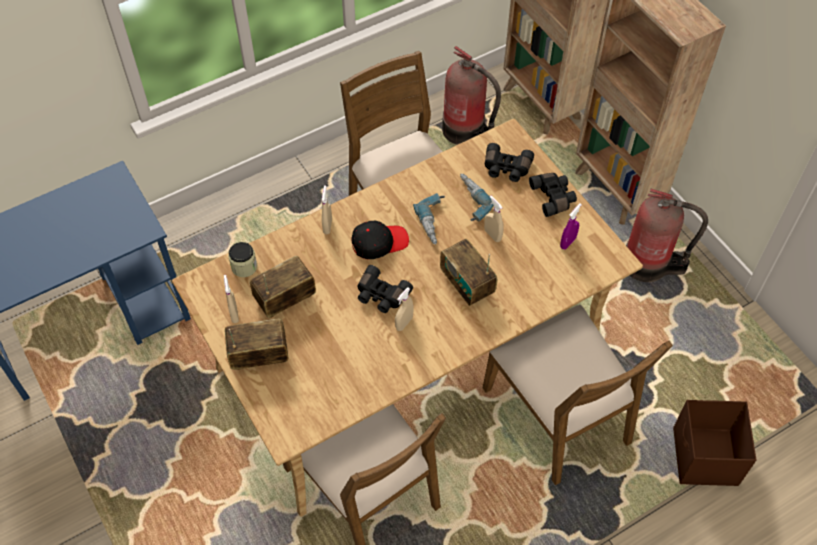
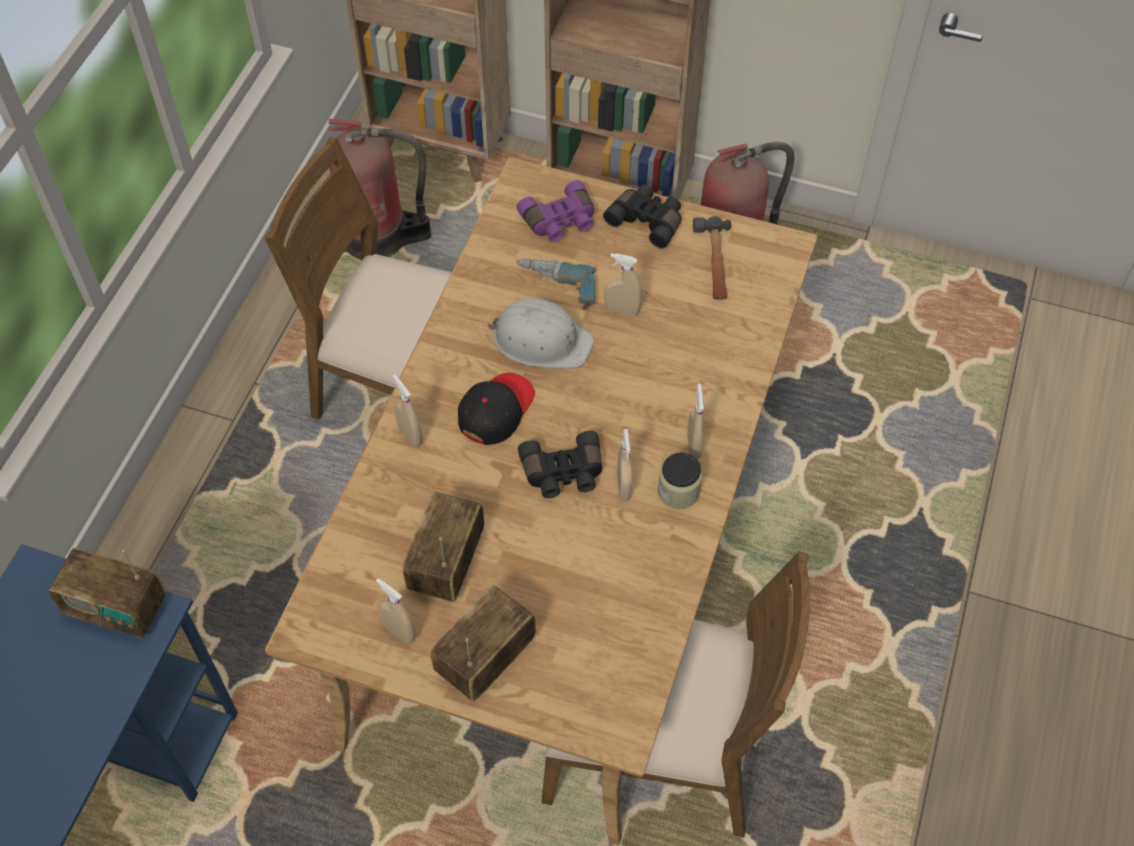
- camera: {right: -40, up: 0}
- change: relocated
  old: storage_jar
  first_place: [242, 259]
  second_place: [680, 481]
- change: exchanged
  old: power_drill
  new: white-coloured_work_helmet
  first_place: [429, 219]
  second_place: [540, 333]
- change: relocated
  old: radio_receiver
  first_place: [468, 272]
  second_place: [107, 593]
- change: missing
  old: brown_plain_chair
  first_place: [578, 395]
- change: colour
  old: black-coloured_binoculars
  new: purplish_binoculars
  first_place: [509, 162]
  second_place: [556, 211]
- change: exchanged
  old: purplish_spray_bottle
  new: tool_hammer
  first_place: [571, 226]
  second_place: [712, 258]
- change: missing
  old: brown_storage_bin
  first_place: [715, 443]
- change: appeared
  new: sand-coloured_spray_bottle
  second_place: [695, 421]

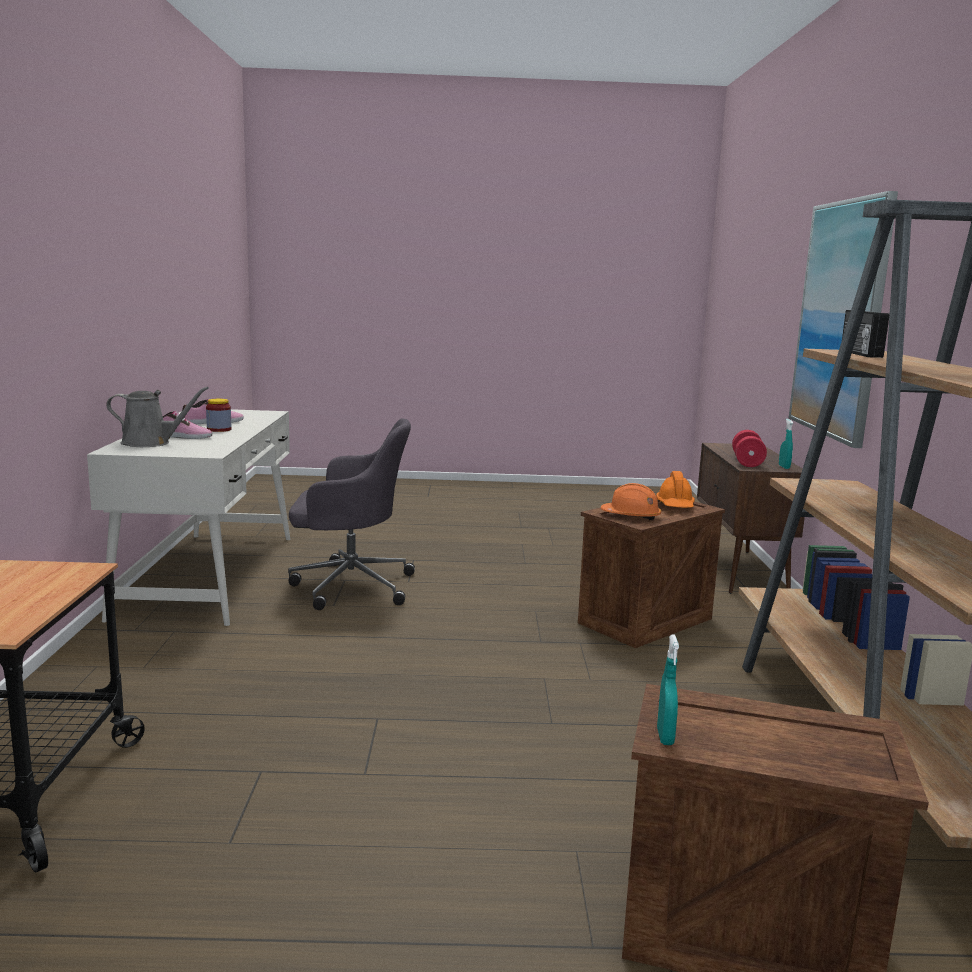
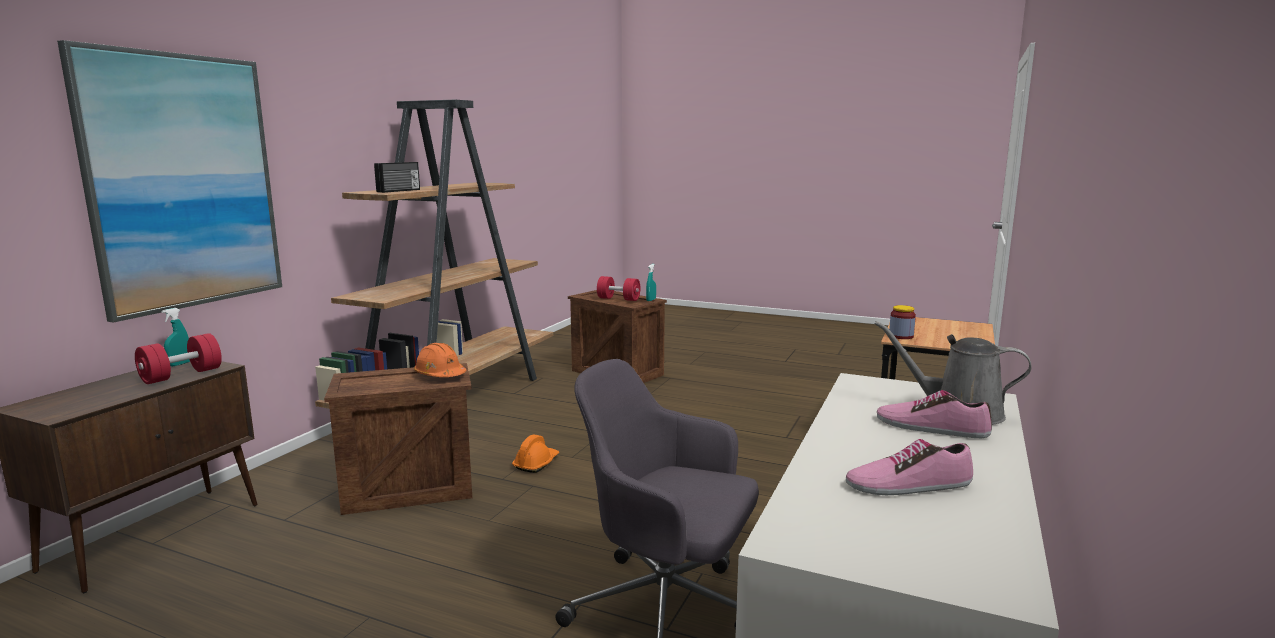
- camera: {right: -155, up: 0}
- change: relocated
  old: storage_jar
  first_place: [218, 415]
  second_place: [902, 322]
- change: relocated
  old: orange-coloured_work_helmet
  first_place: [675, 489]
  second_place: [535, 454]
- change: appeared
  new: reddish_hand_weight
  second_place: [618, 288]

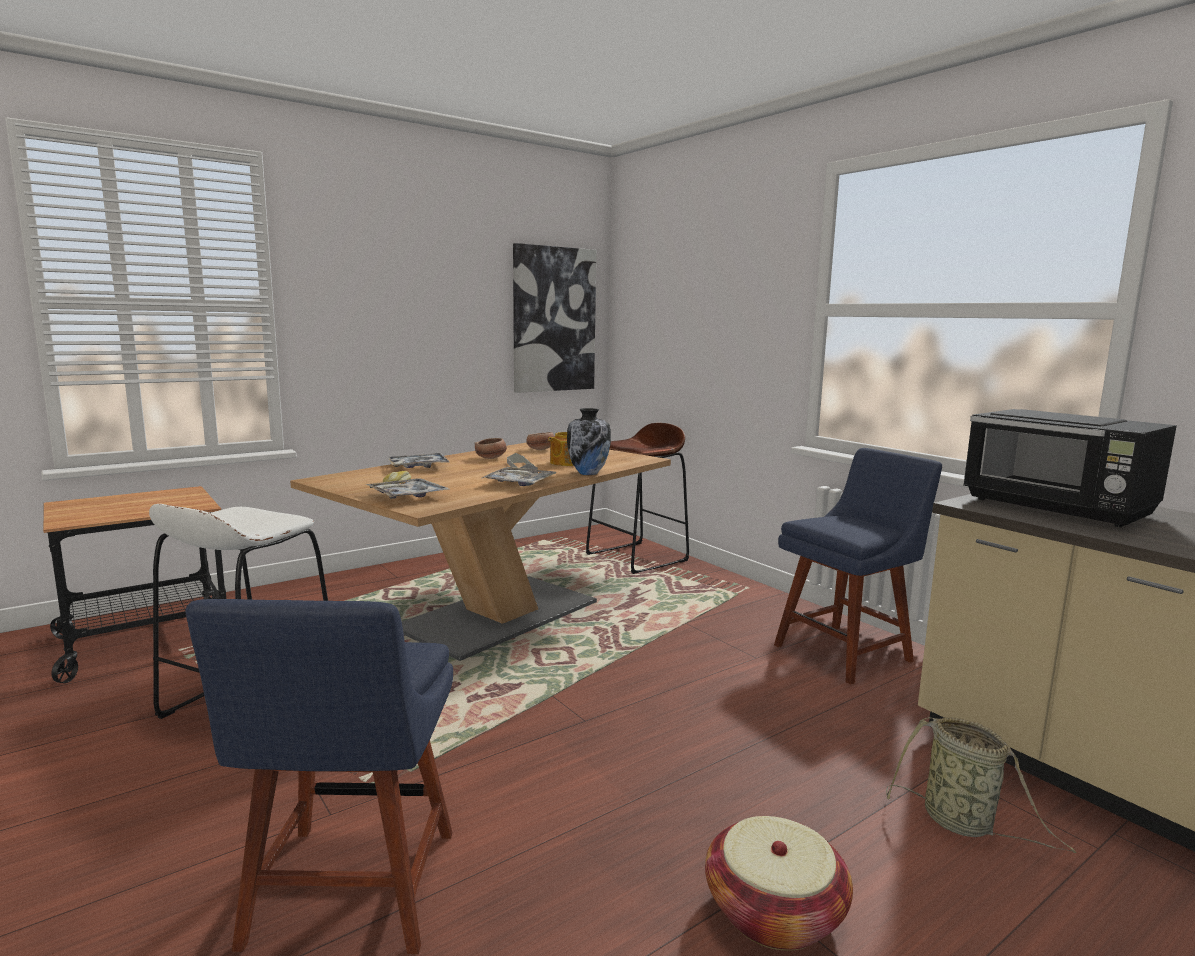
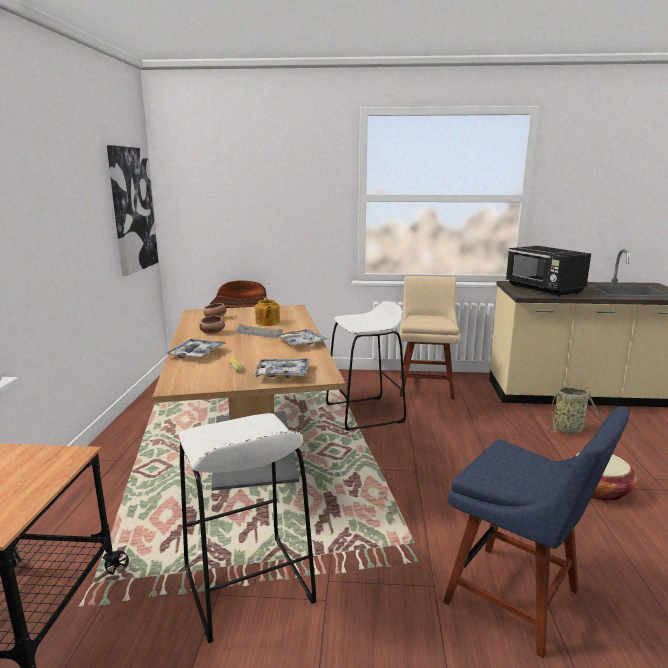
- camera: {right: -50, up: 5}
- change: missing
  old: decorative_vase
  first_place: [589, 441]
- change: colour
  old: blue_plain_chair
  new: sand-coloured_plain_chair
  first_place: [858, 566]
  second_place: [429, 338]
- change: spun
  old: black-coloured_microwave_oven
  first_place: [1070, 468]
  second_place: [548, 271]
  degrees: 60
- change: appeared
  new: white-coloured_stool_seat
  second_place: [366, 365]

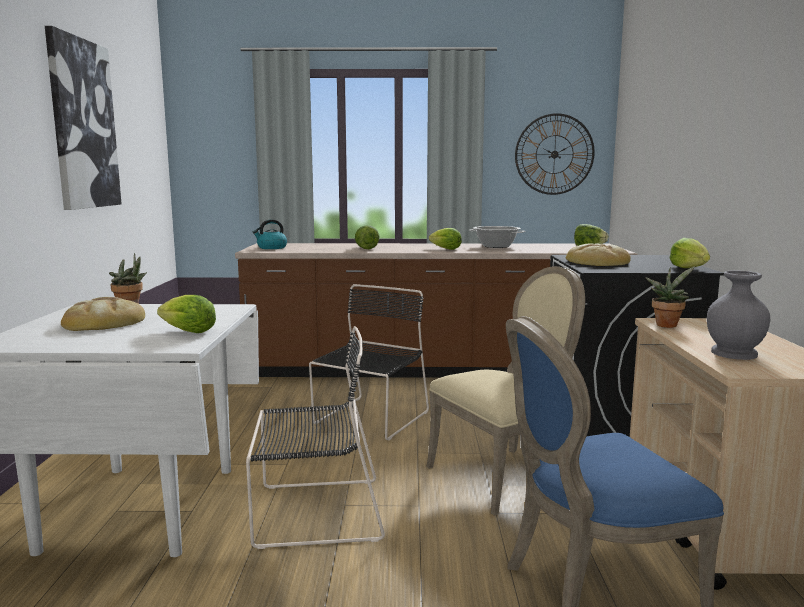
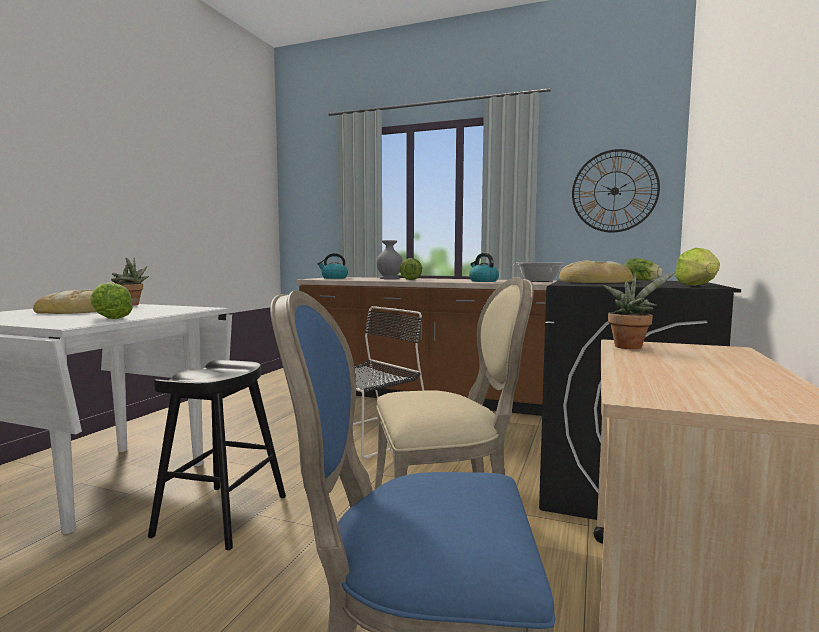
- camera: {right: 20, up: -5}
- change: missing
  old: picture
  first_place: [83, 118]
- change: exchanged
  old: black-coloured_plain_chair
  new: black-coloured_stool_seat
  first_place: [315, 437]
  second_place: [217, 455]
- change: exchanged
  old: lettuce_head
  new: water_kettle
  first_place: [445, 239]
  second_place: [484, 267]
- change: relocated
  old: gray_decorative_vase
  first_place: [738, 315]
  second_place: [389, 259]

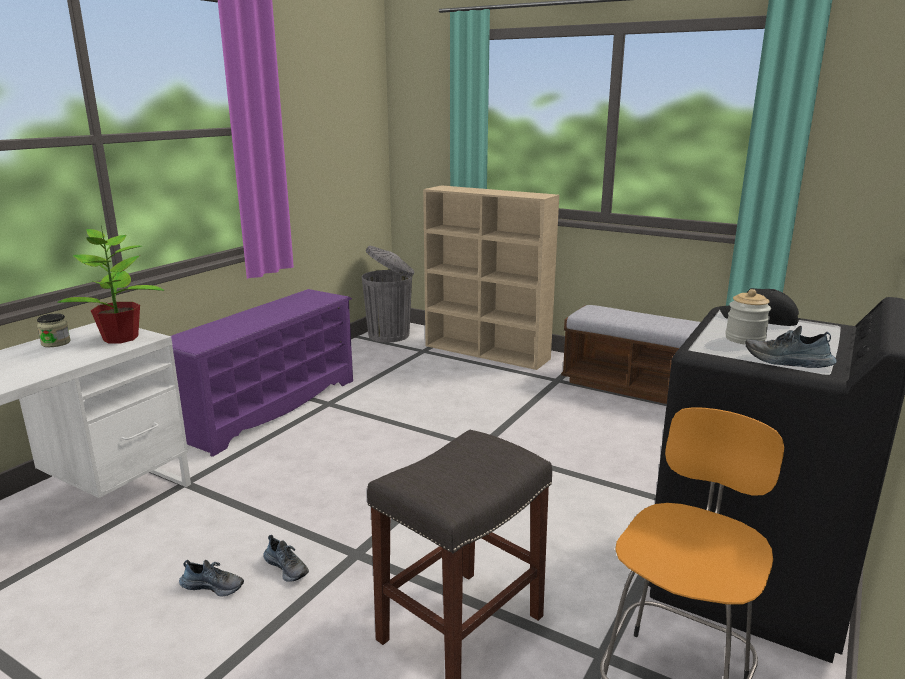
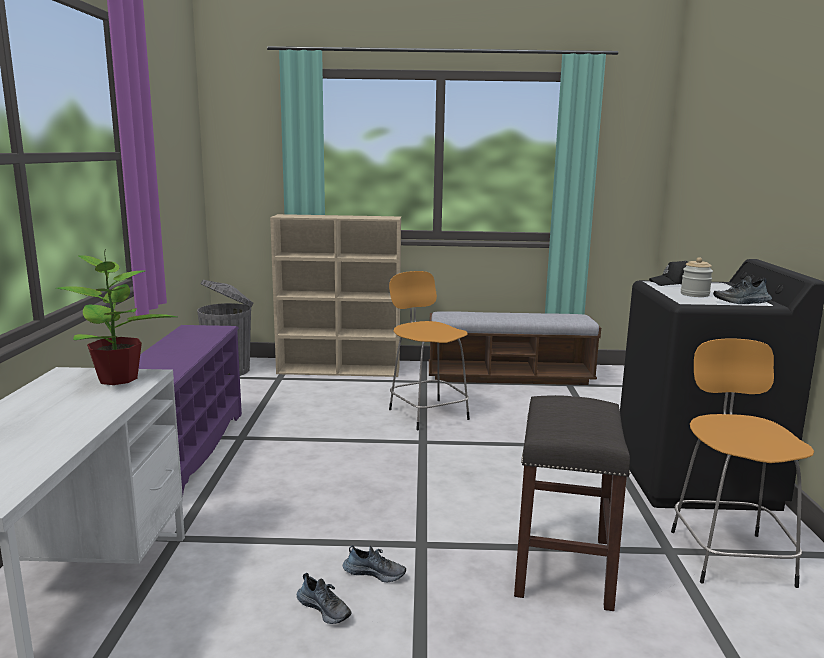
- camera: {right: -30, up: -5}
- change: missing
  old: storage_jar
  first_place: [54, 330]
- change: spun
  old: shoe
  first_place: [211, 578]
  second_place: [324, 598]
  degrees: 60
- change: appeared
  new: orange-coloured_stool_seat
  second_place: [429, 350]

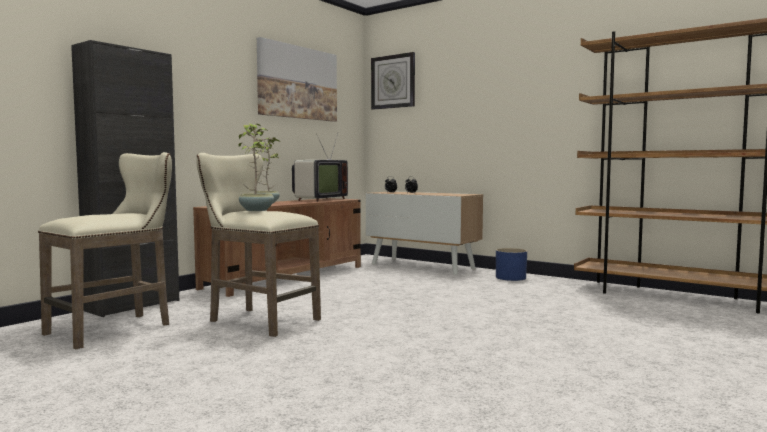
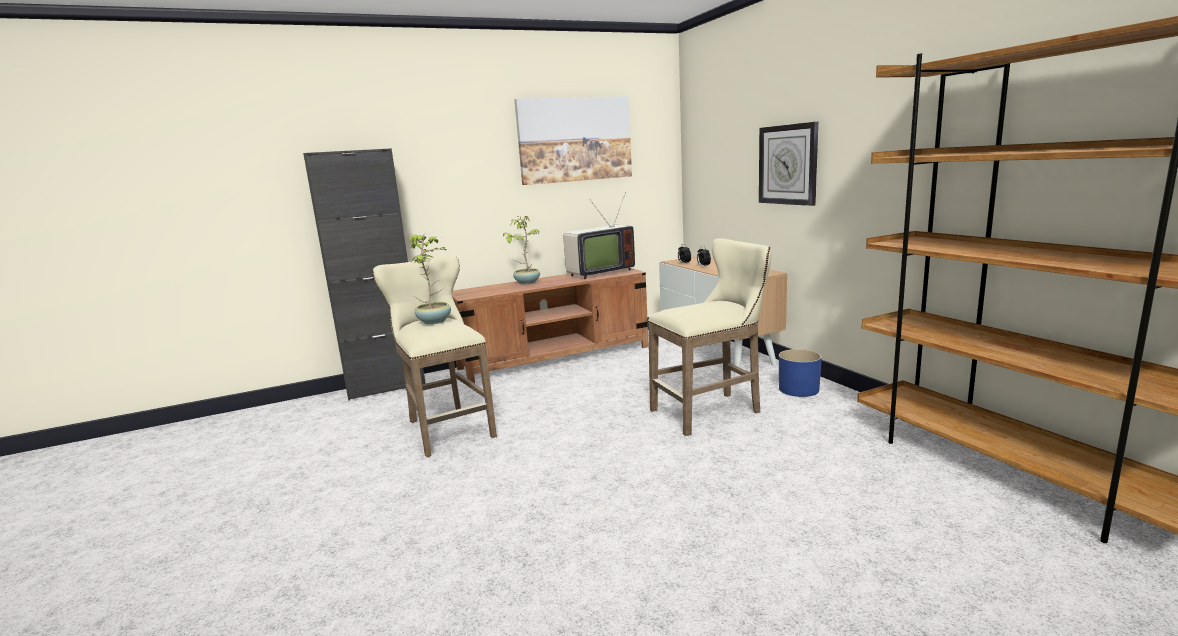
- camera: {right: 30, up: 10}
- change: relocated
  old: sand-coloured_stool_seat
  first_place: [105, 250]
  second_place: [709, 337]
- change: relocated
  old: wall_clock
  first_place: [393, 81]
  second_place: [788, 164]

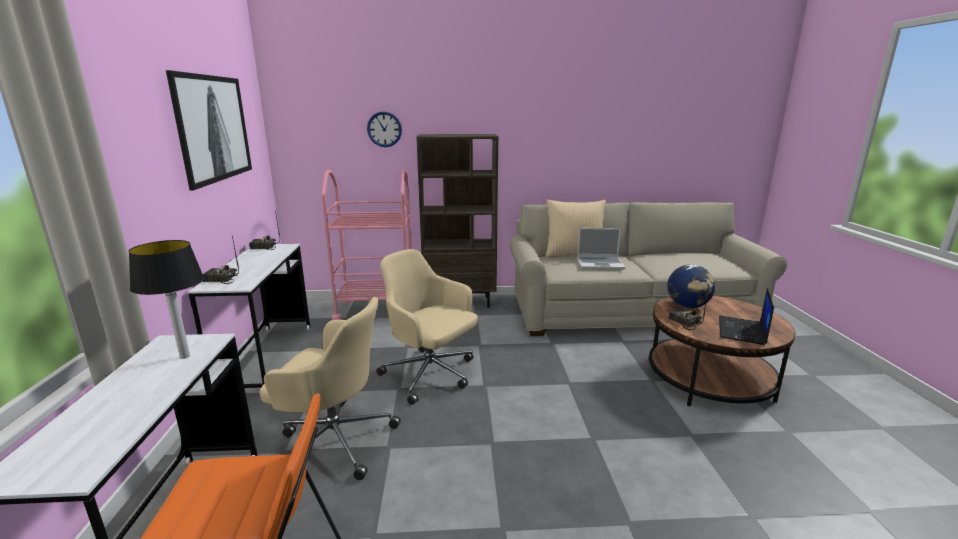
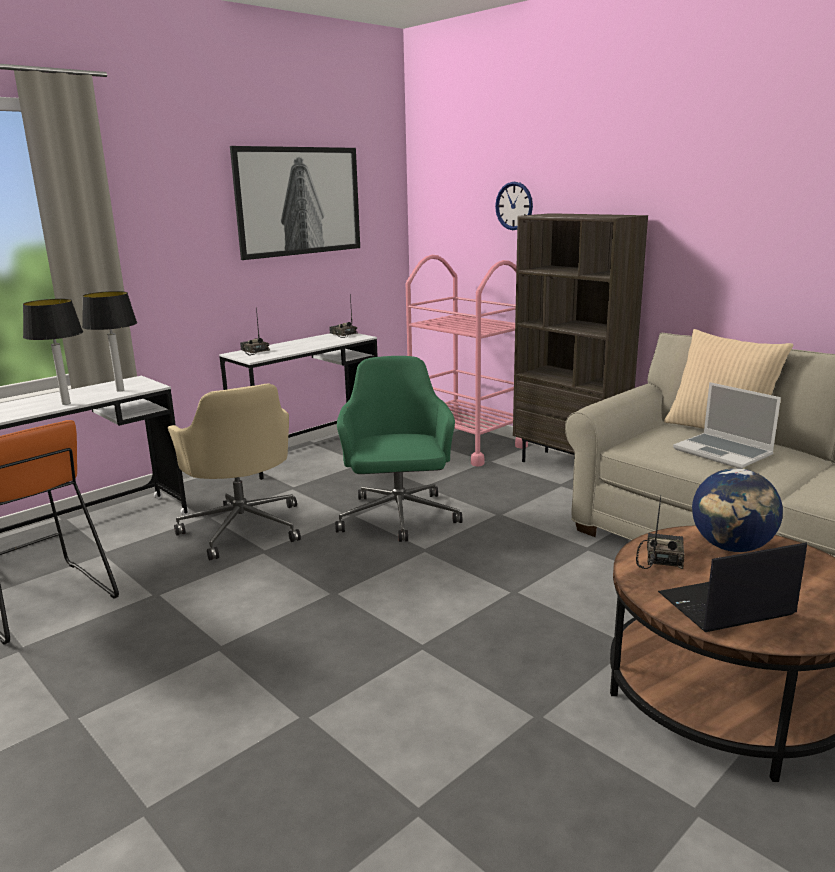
- camera: {right: 50, up: 0}
- change: colour
  old: sand-coloured_desk_chair
  new: greenish_desk_chair
  first_place: [427, 327]
  second_place: [398, 449]
- change: appeared
  new: tabletop_lamp
  second_place: [53, 352]

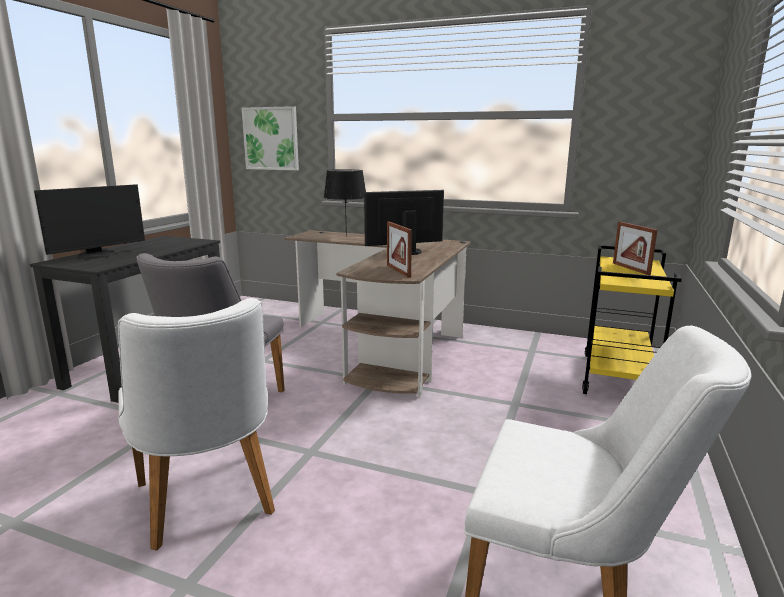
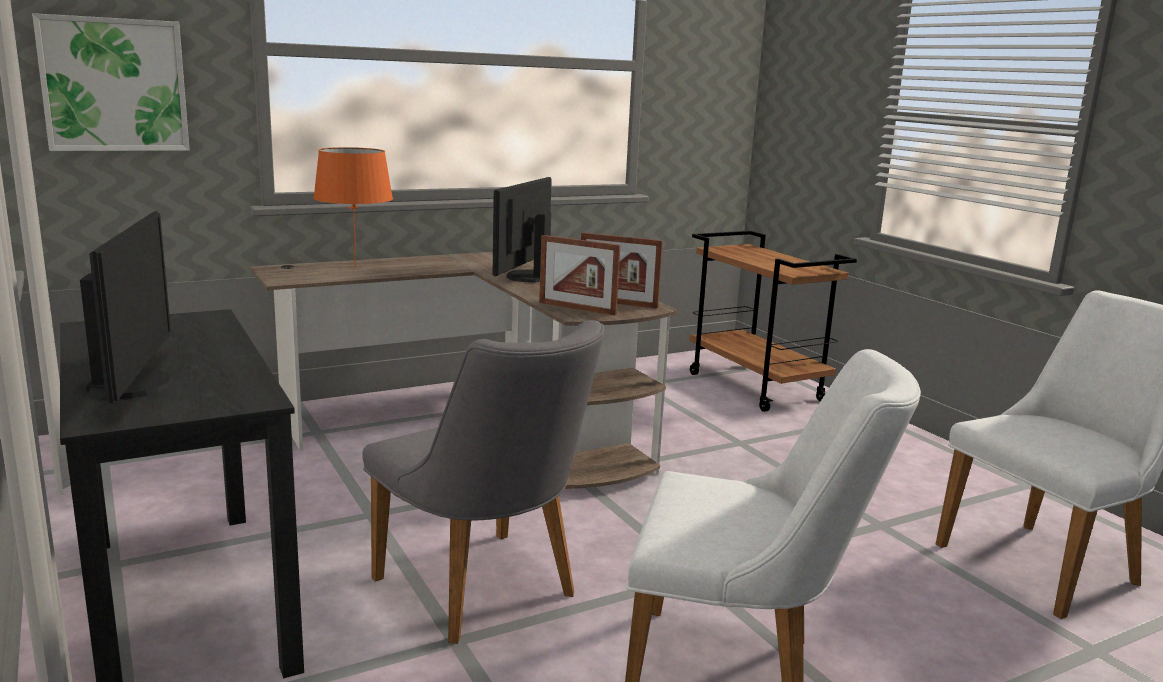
- camera: {right: -50, up: 0}
- change: colour
  old: black-coloured_tabletop_lamp
  new: orange-coloured_tabletop_lamp
  first_place: [345, 202]
  second_place: [353, 207]
- change: colour
  old: yellow-coloured_cart
  new: brown_cart
  first_place: [632, 319]
  second_place: [773, 321]
- change: relocated
  old: standing_frame
  first_place: [635, 248]
  second_place: [579, 275]

